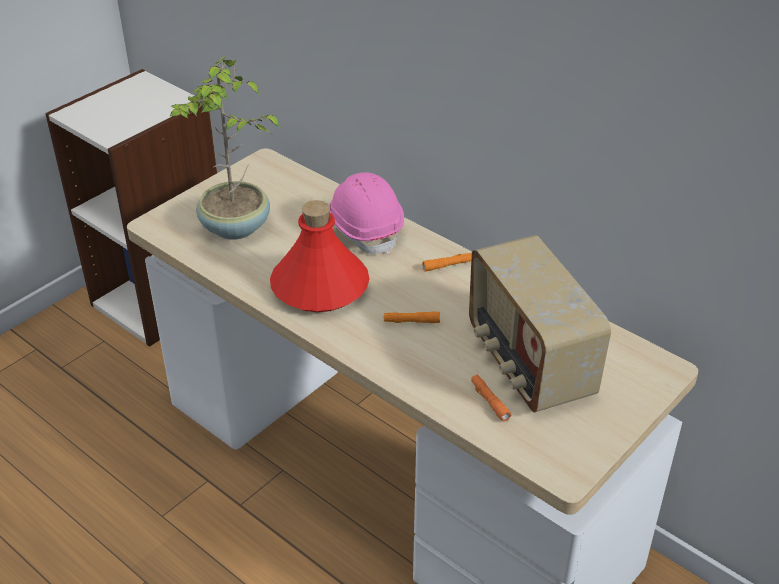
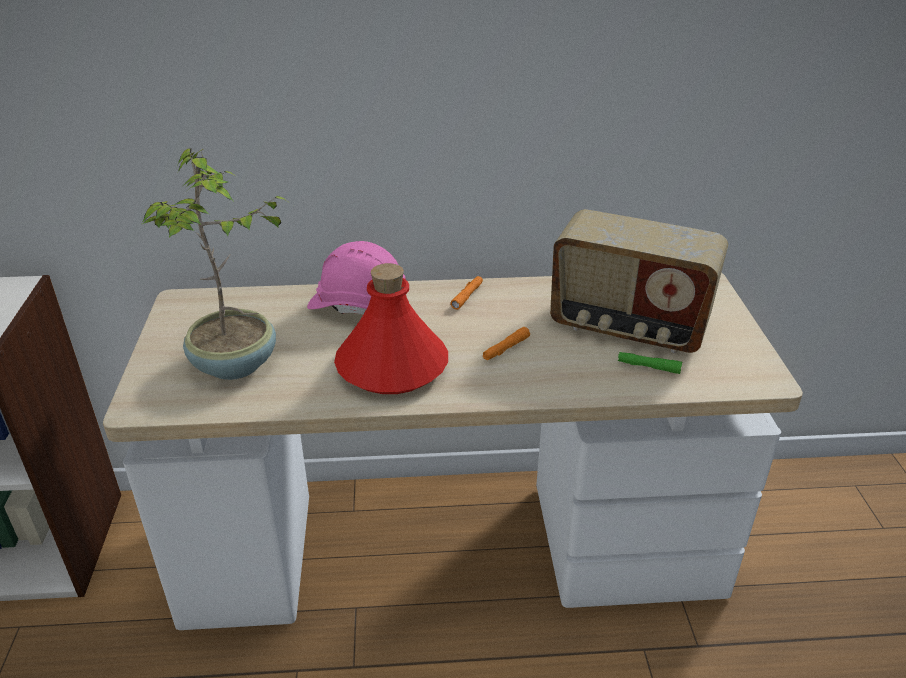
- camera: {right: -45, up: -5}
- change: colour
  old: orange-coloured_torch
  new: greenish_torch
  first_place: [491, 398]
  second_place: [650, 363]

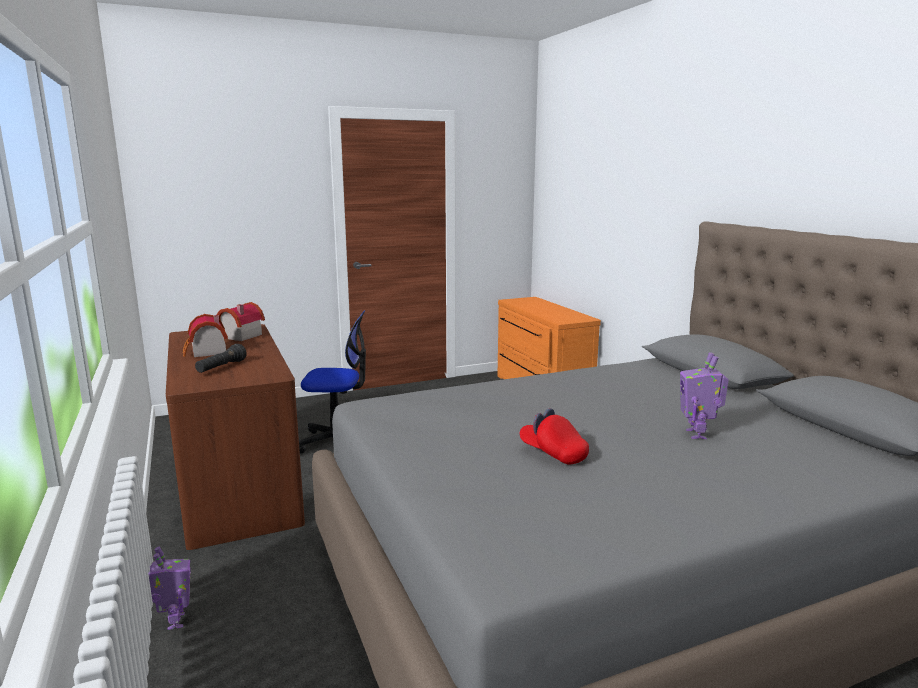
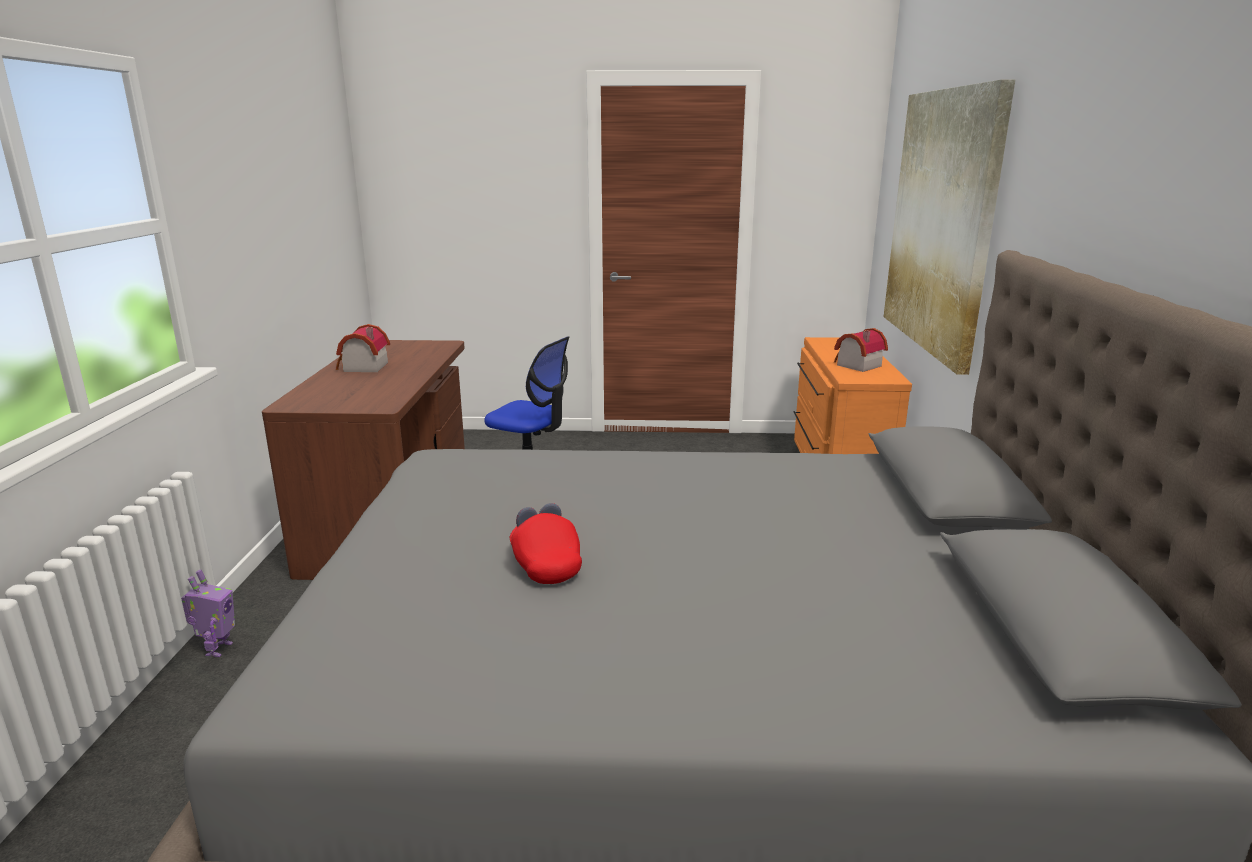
- camera: {right: 25, up: 5}
- change: missing
  old: black-coloured_torch
  first_place: [221, 358]
- change: relocated
  old: toy_house
  first_place: [240, 321]
  second_place: [861, 350]
- change: missing
  old: robot_figure
  first_place: [704, 395]
- change: appeared
  new: picture
  second_place: [949, 227]

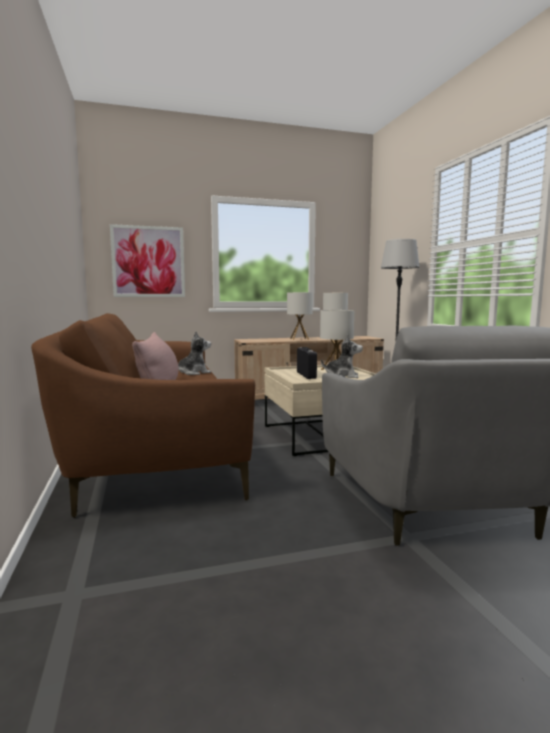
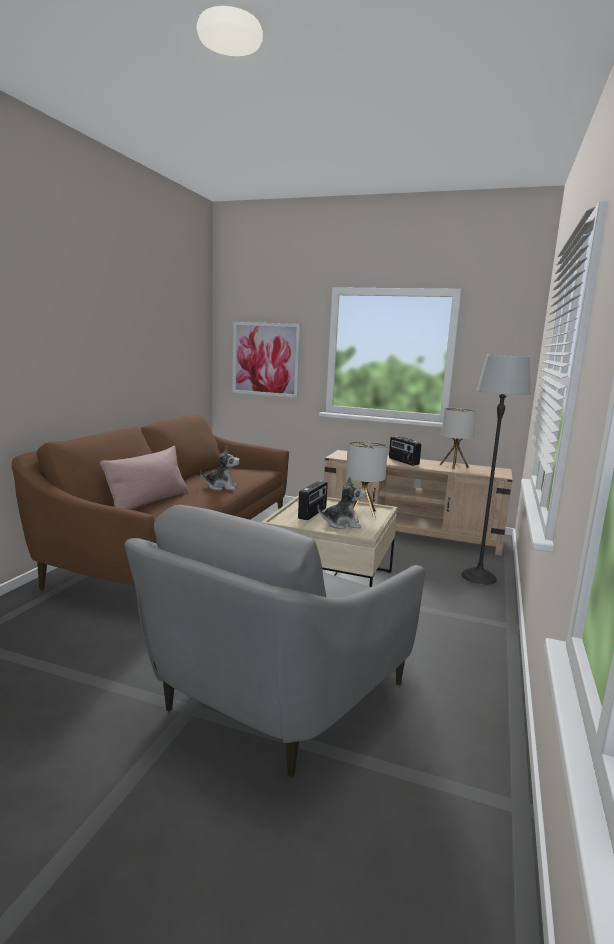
- camera: {right: 35, up: 5}
- change: exchanged
  old: tabletop_lamp
  new: radio_receiver
  first_place: [300, 316]
  second_place: [405, 451]
- change: spun
  old: soft_toy
  first_place: [342, 356]
  second_place: [341, 503]
  degrees: -45

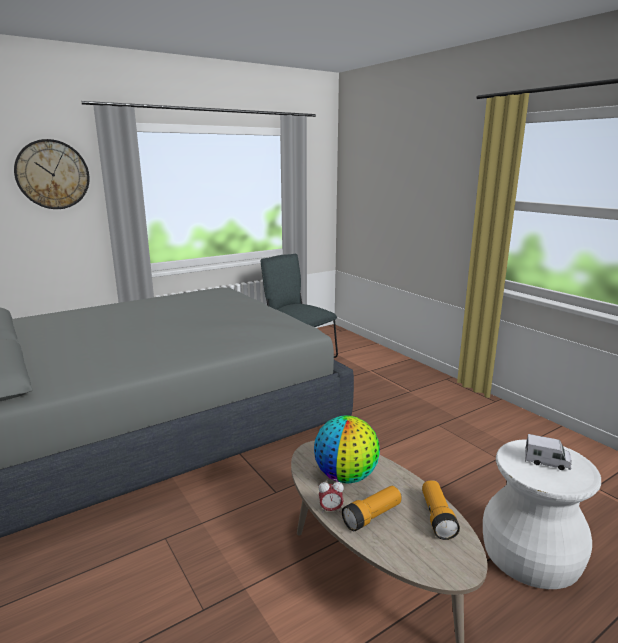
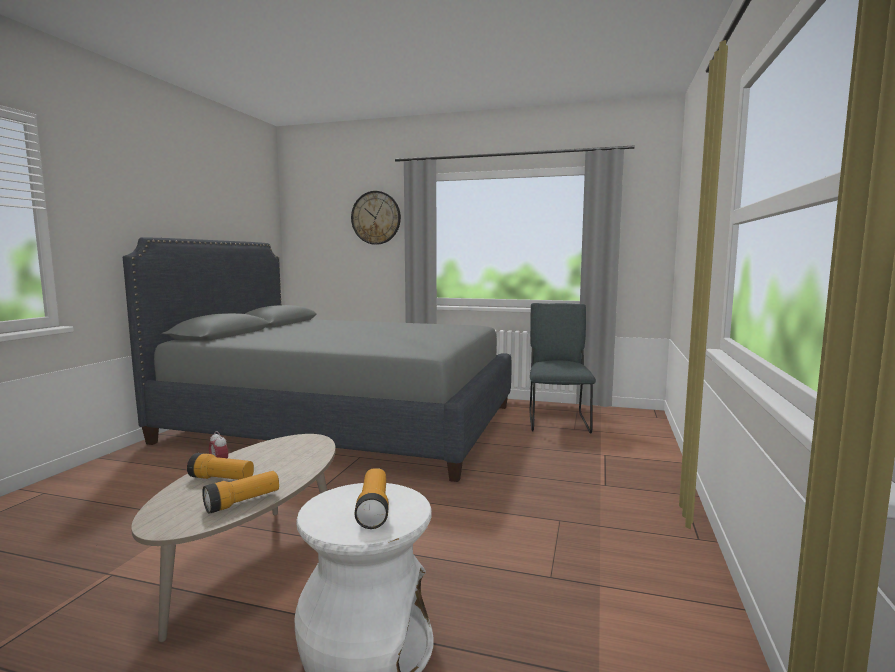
- camera: {right: 50, up: -10}
- change: missing
  old: desk_globe
  first_place: [347, 449]
- change: exchanged
  old: model_truck
  new: torch
  first_place: [548, 452]
  second_place: [372, 498]

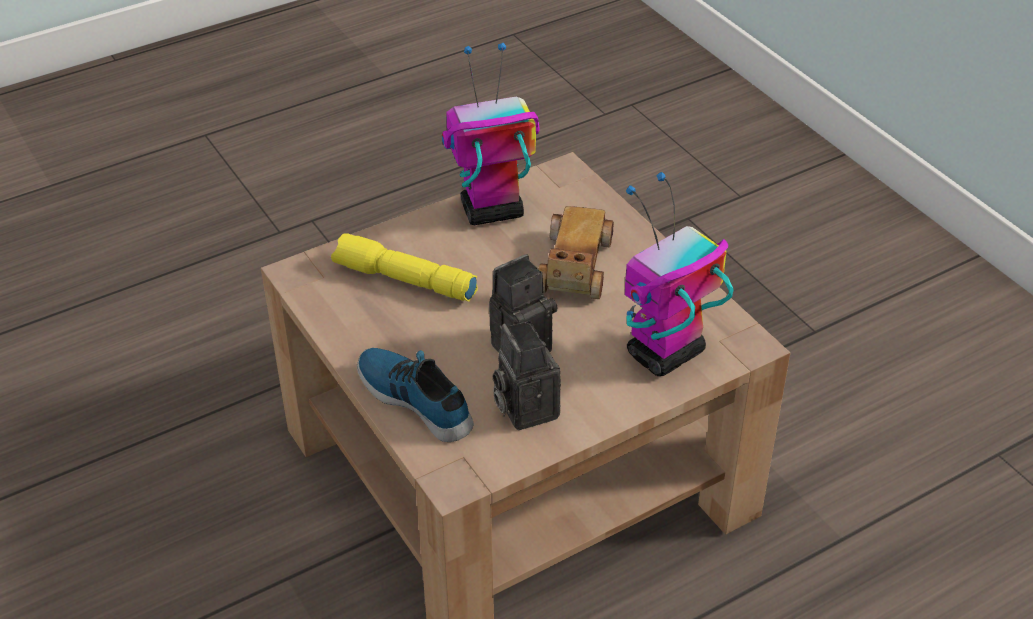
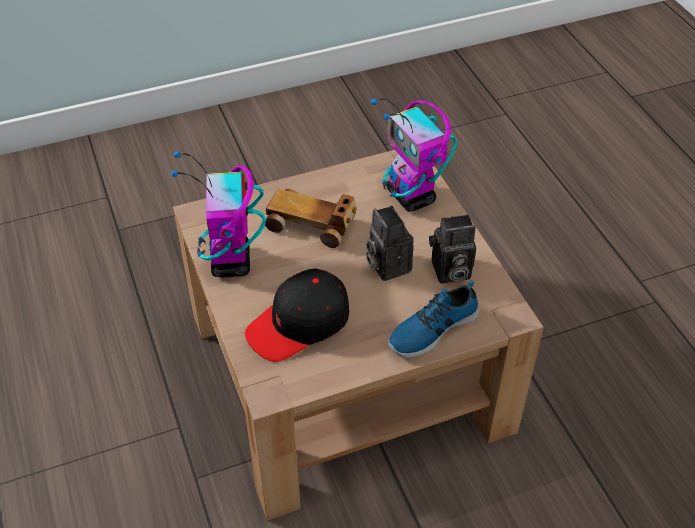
- camera: {right: -80, up: 5}
- change: exchanged
  old: yellow-coloured_torch
  new: black-coloured_cap
  first_place: [404, 267]
  second_place: [297, 315]

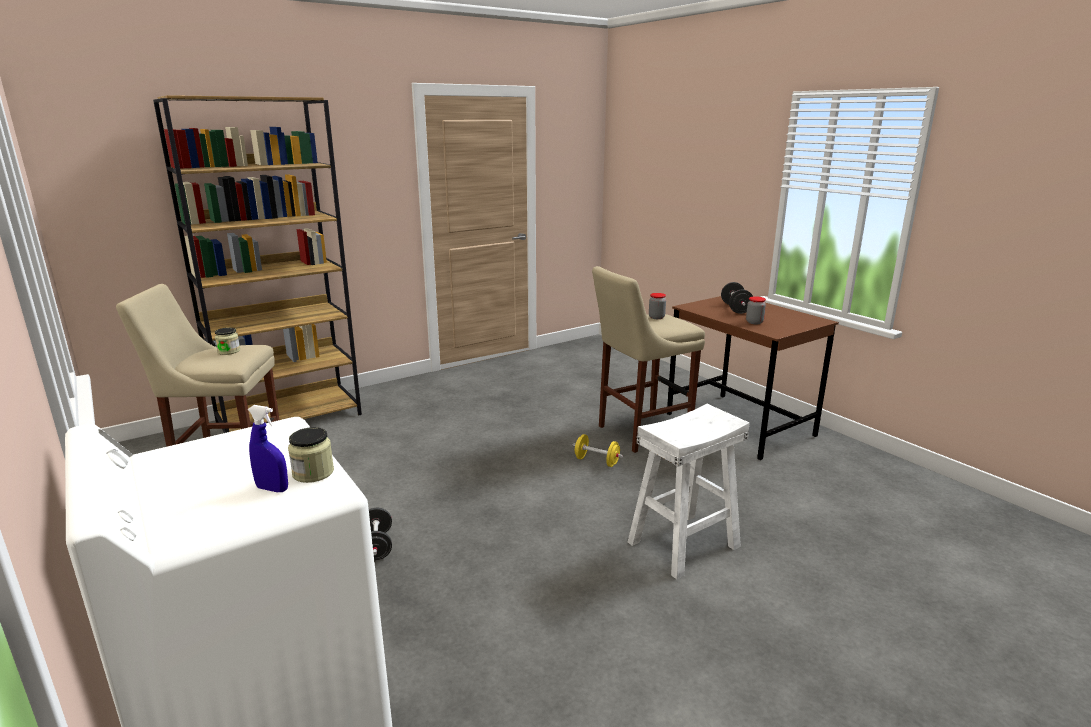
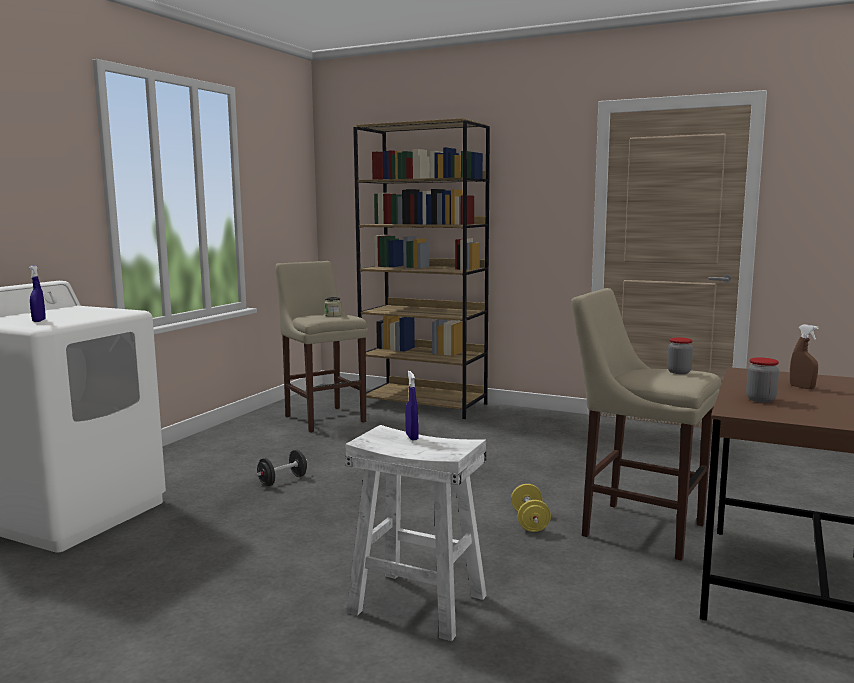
- camera: {right: 60, up: -10}
- change: missing
  old: storage_jar
  first_place: [311, 455]
- change: exchanged
  old: black-coloured_hand_weight
  new: brown_spray_bottle
  first_place: [737, 298]
  second_place: [804, 356]
- change: appeared
  new: blue_spray_bottle
  second_place: [412, 406]

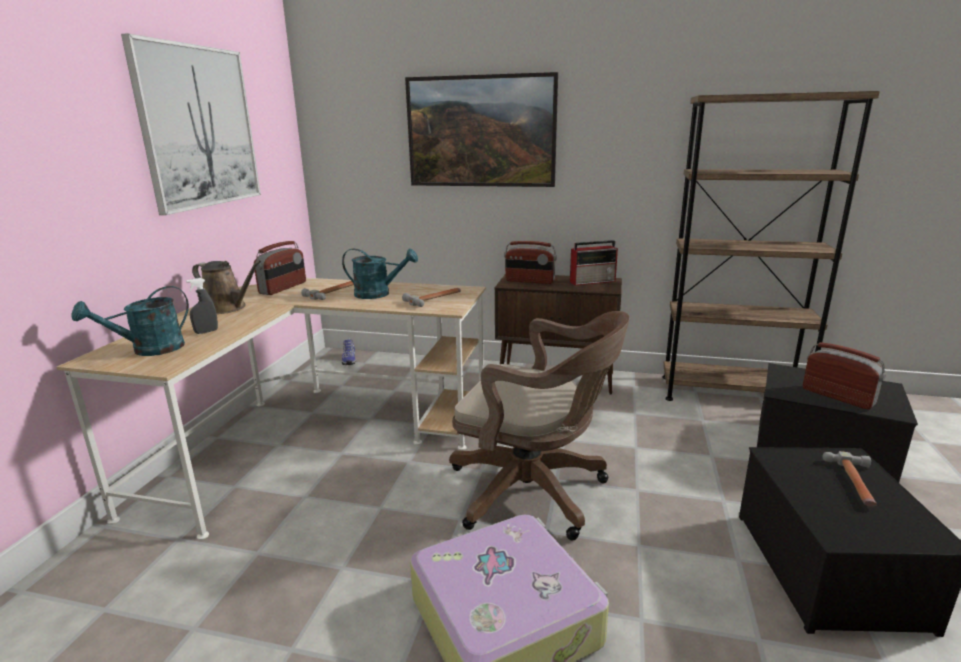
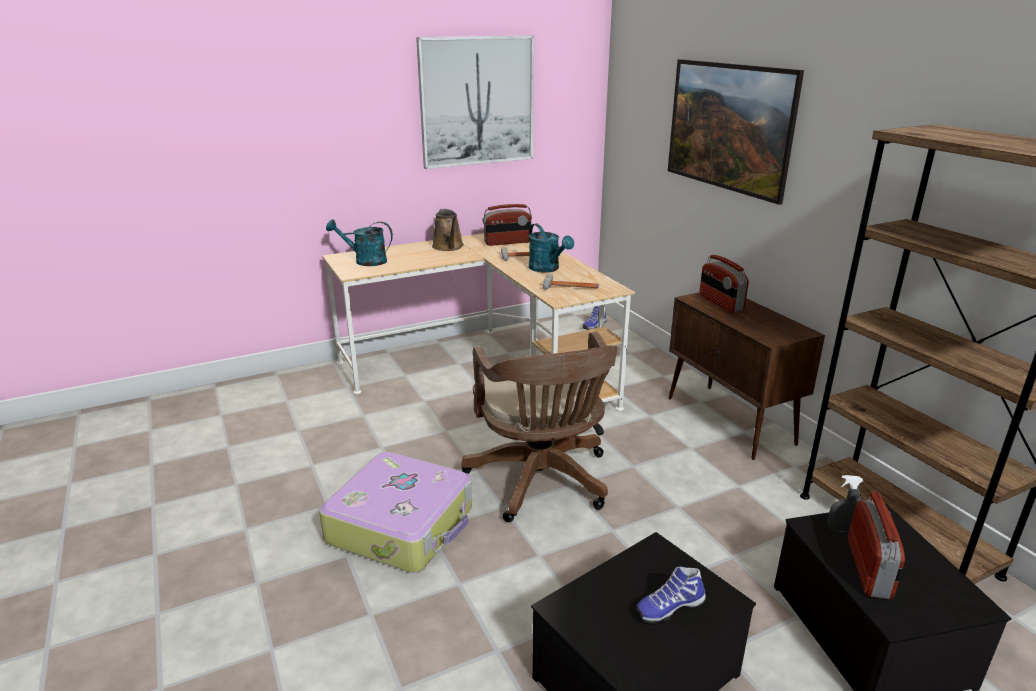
- camera: {right: 50, up: 5}
- change: relocated
  old: gray_spray_bottle
  first_place: [202, 306]
  second_place: [845, 503]
- change: missing
  old: radio_receiver
  first_place: [594, 262]
- change: exchanged
  old: tool_hammer
  new: shoe
  first_place: [849, 479]
  second_place: [670, 595]

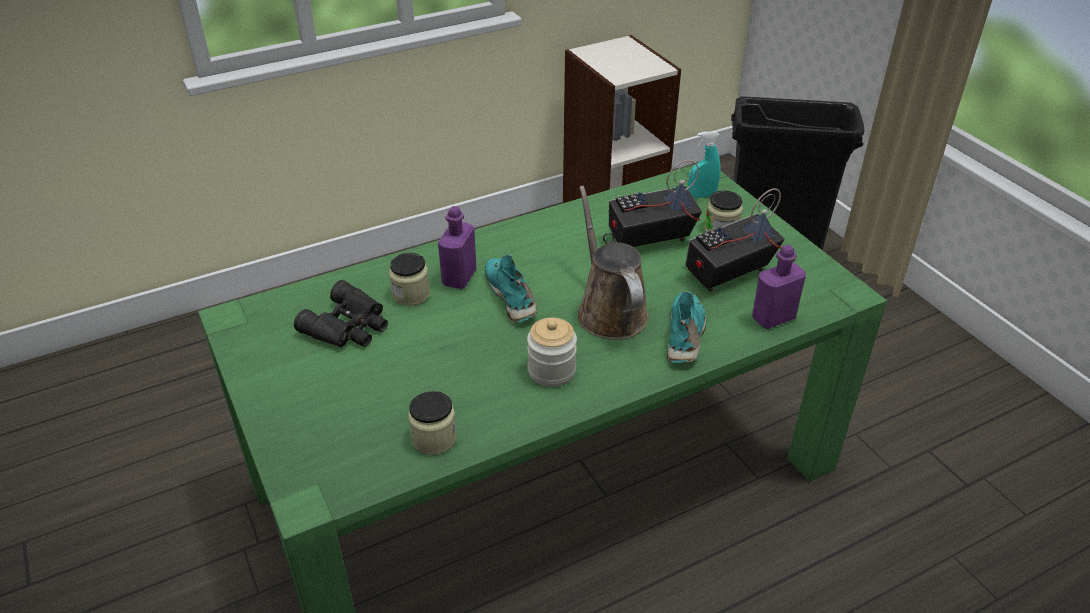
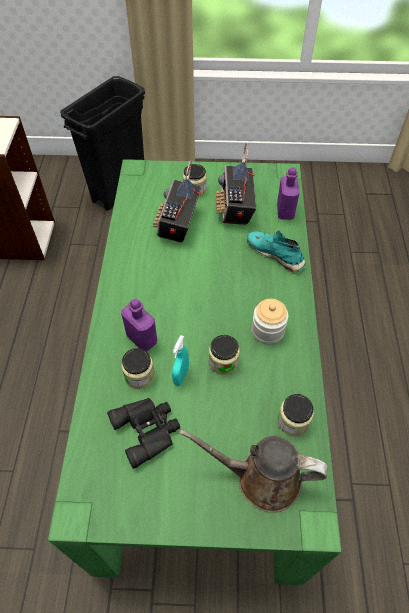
- camera: {right: -60, up: 15}
- change: missing
  old: blue-green_shoe
  first_place: [511, 289]
- change: relocated
  old: brown_watering_can
  first_place: [613, 263]
  second_place: [253, 471]
- change: relocated
  old: blue-green_spray_bottle
  first_place: [704, 164]
  second_place: [180, 360]
- change: appeared
  new: storage_jar
  second_place: [224, 355]

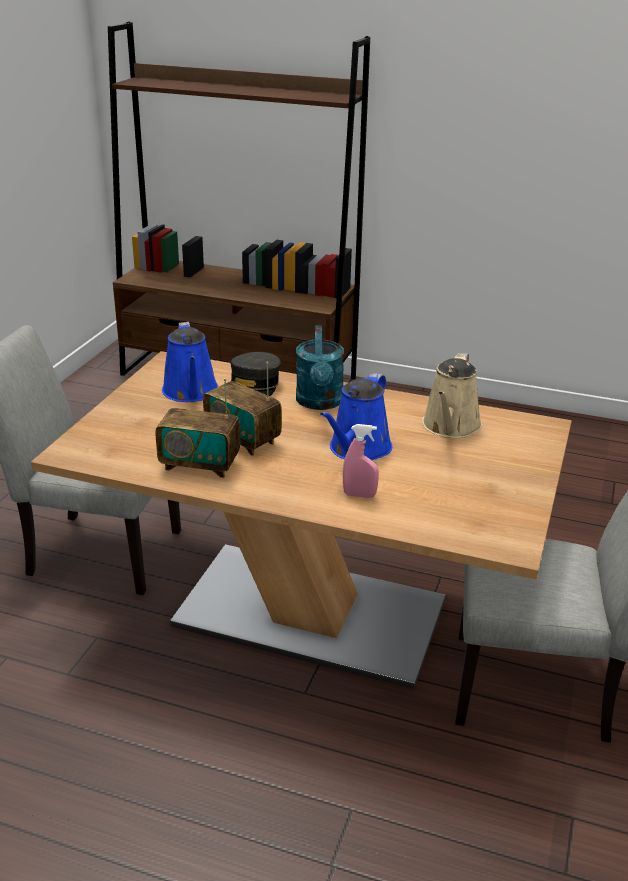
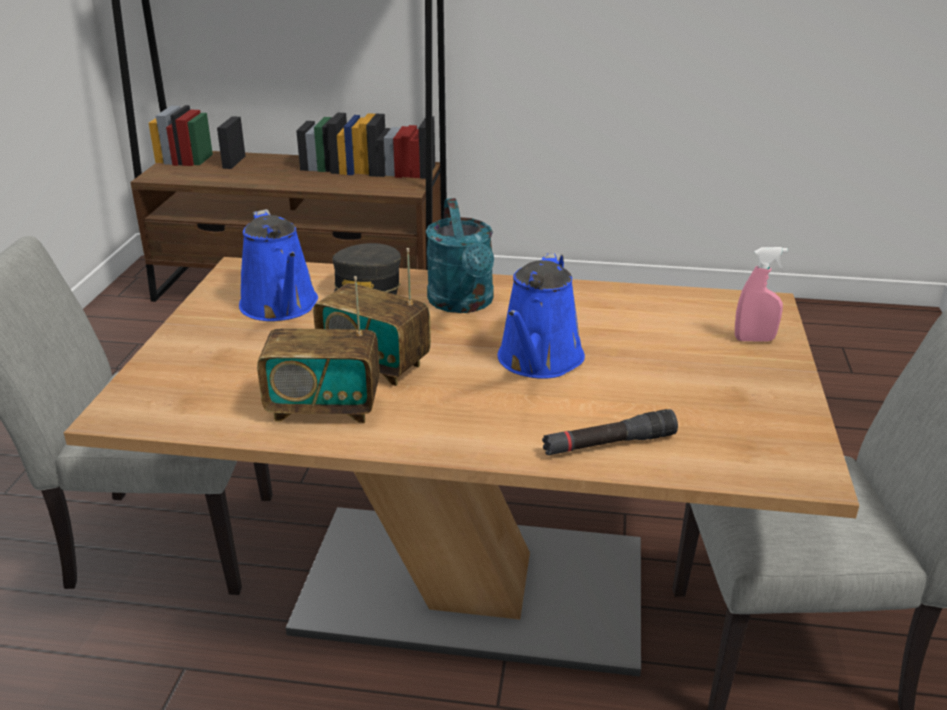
- camera: {right: -10, up: 0}
- change: relocated
  old: pinkish_spray_bottle
  first_place: [361, 461]
  second_place: [761, 294]
- change: missing
  old: sand-coloured_watering_can
  first_place: [452, 395]
- change: appeared
  new: black-coloured_torch
  second_place: [610, 432]

